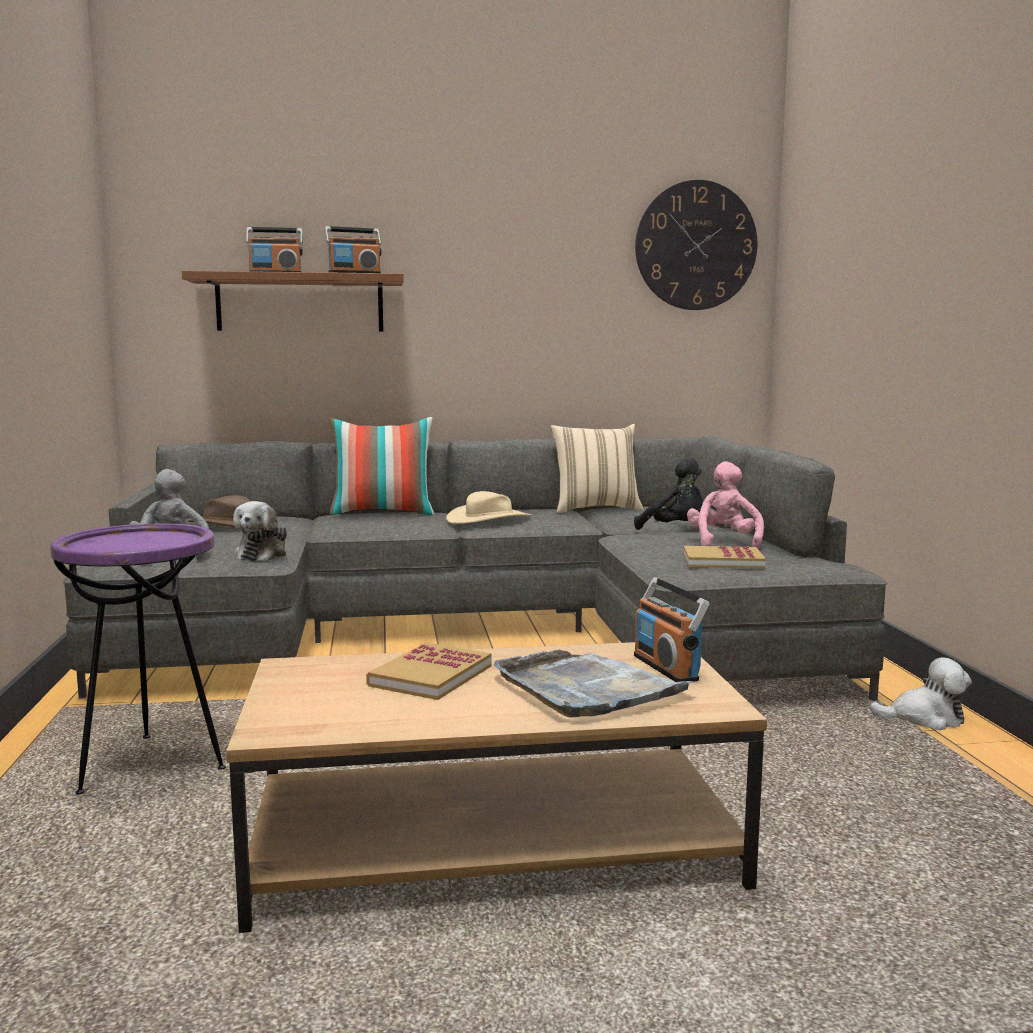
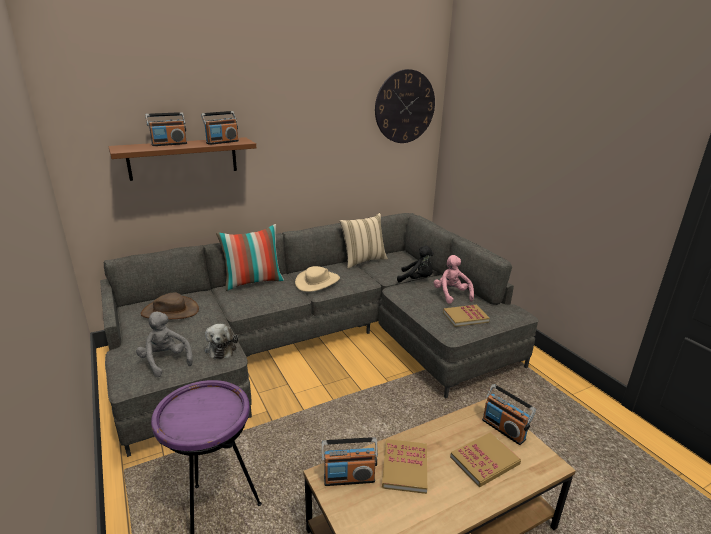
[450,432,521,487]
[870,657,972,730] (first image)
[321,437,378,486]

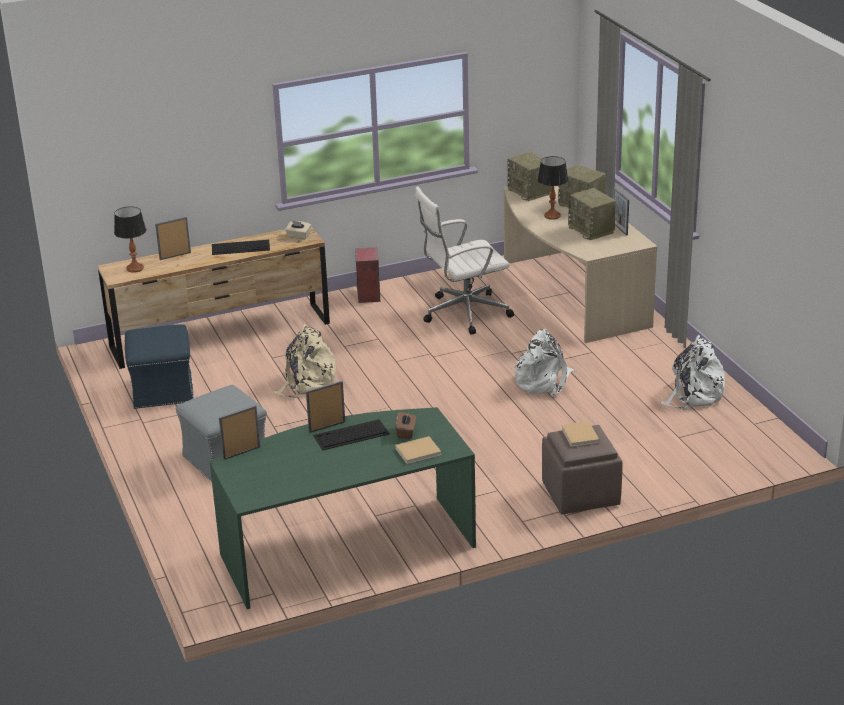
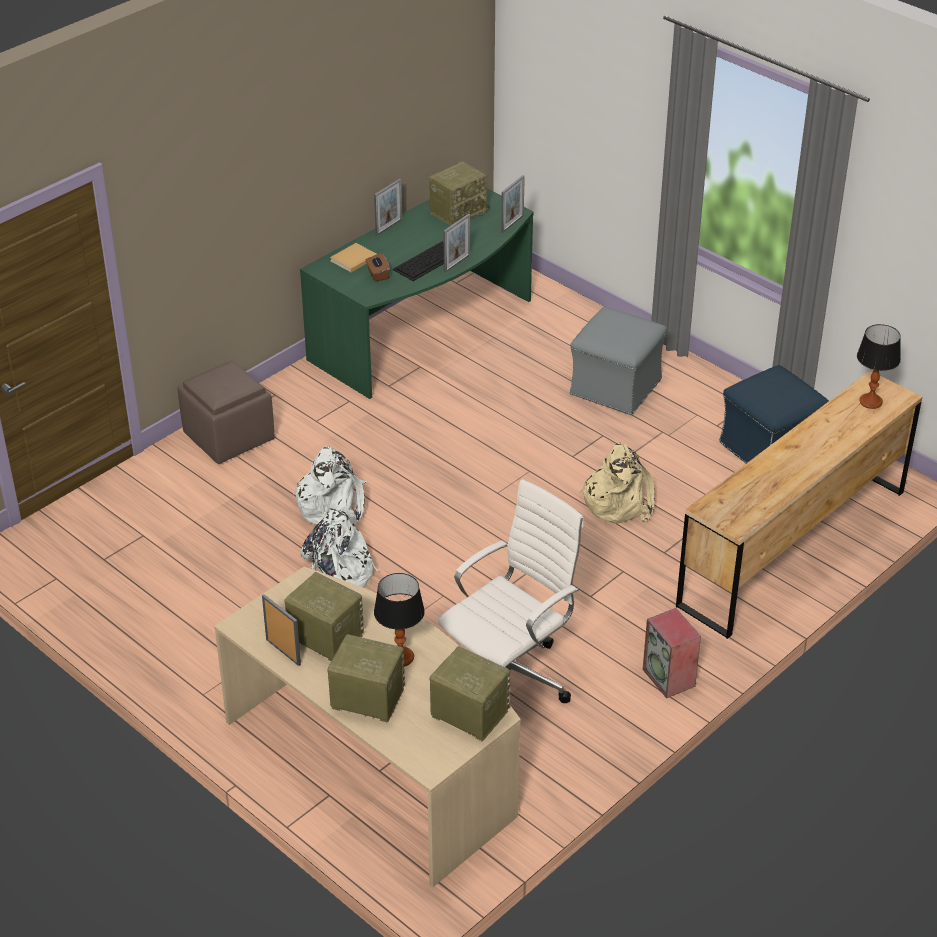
[374,179,402,236]
[285,221,311,240] (first image)
[212,240,270,255] (first image)
[293,446,367,526]
[561,421,599,447] (first image)
[429,161,490,226]

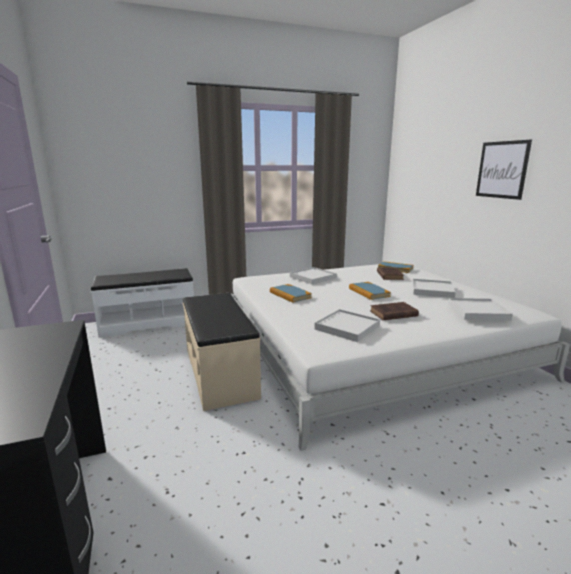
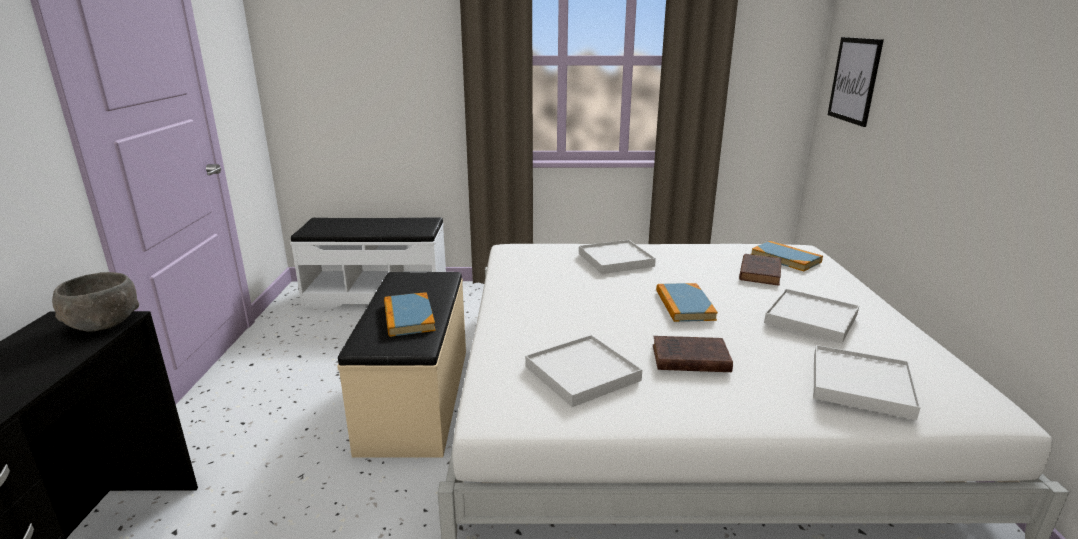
[828,37,884,127]
[384,292,436,337]
[52,272,139,332]

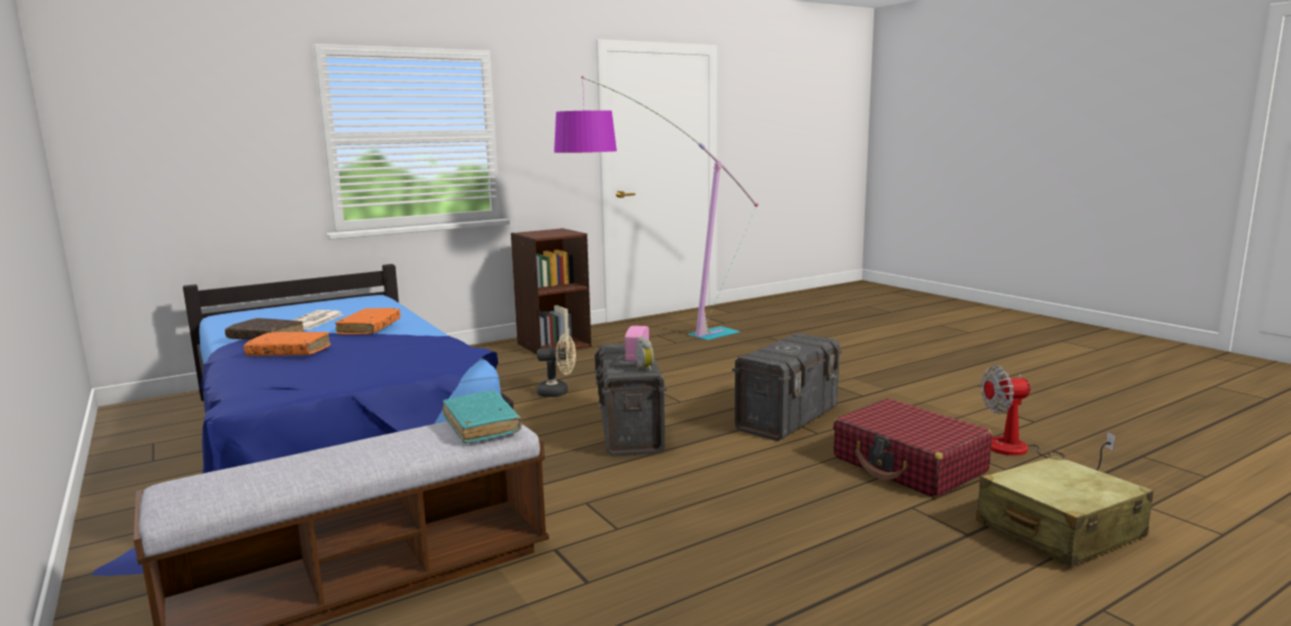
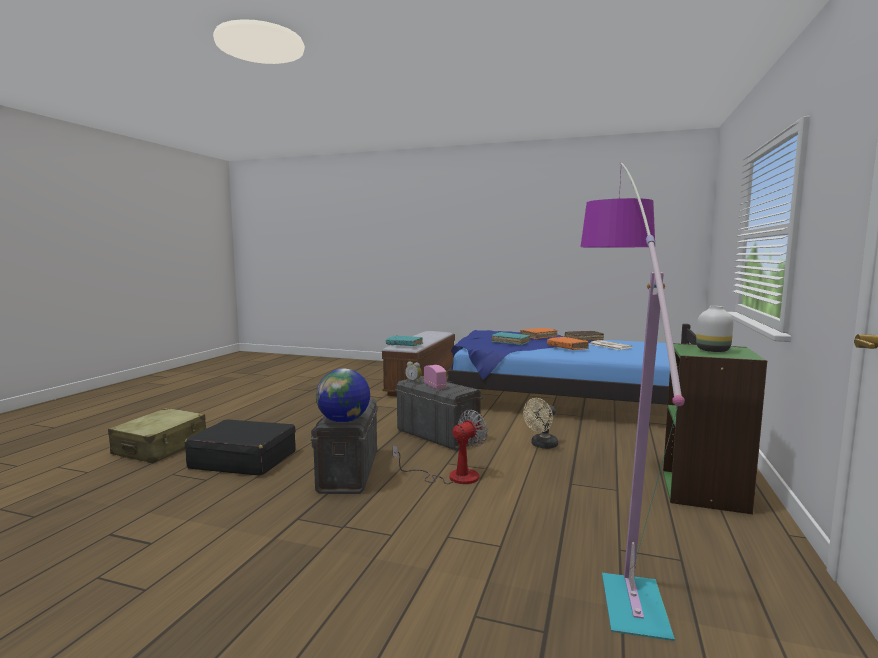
[663,343,767,514]
[392,410,488,484]
[185,419,296,476]
[696,306,733,352]
[491,332,531,345]
[316,368,370,423]

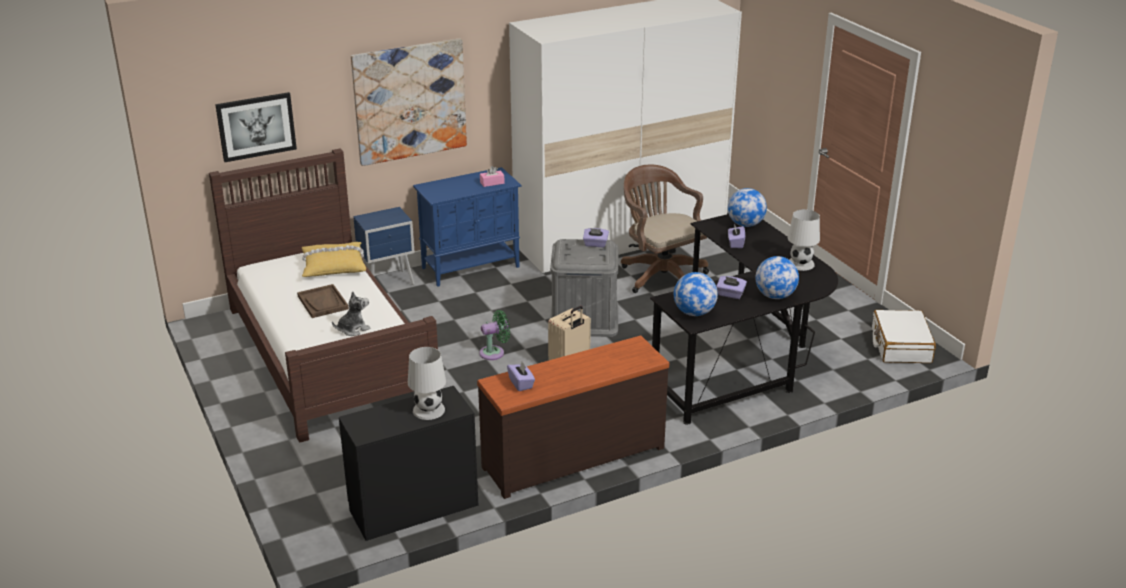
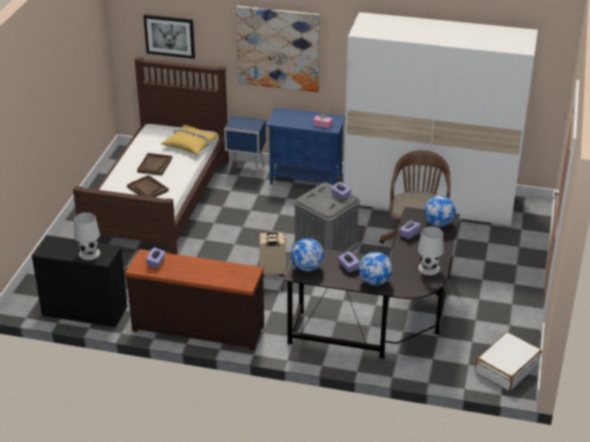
[127,175,169,197]
[479,310,510,360] (first image)

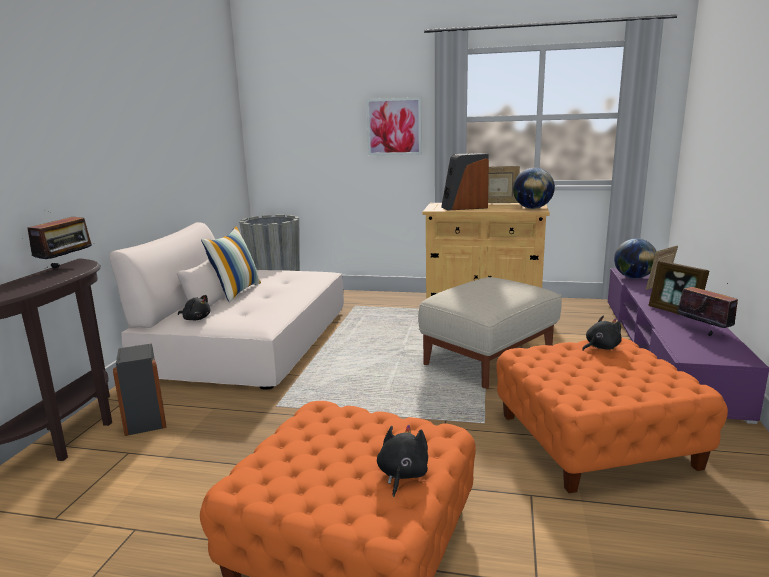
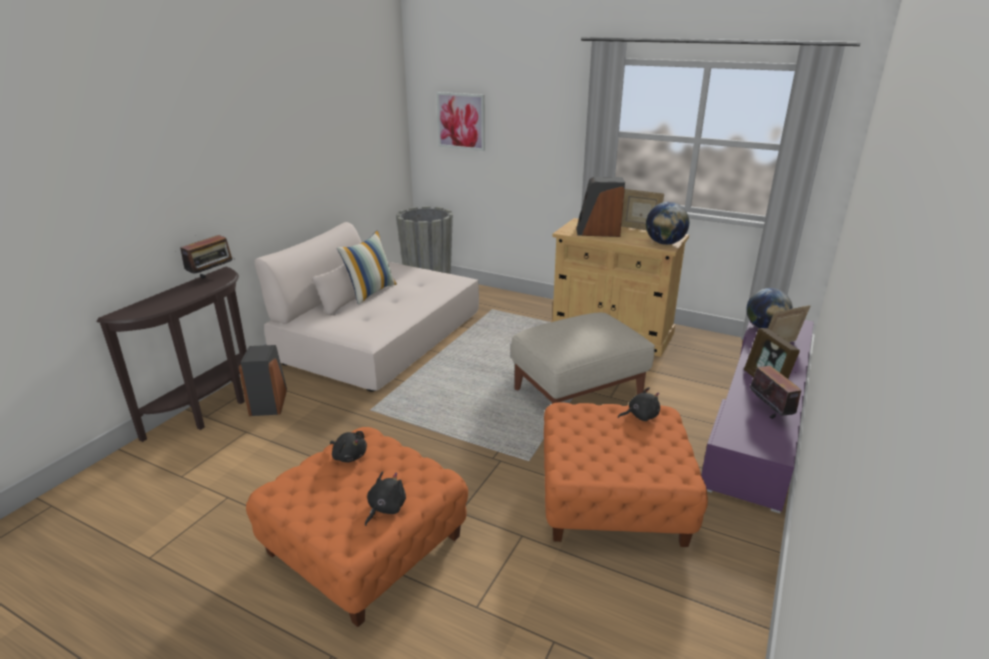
[436,92,485,151]
[330,431,367,462]

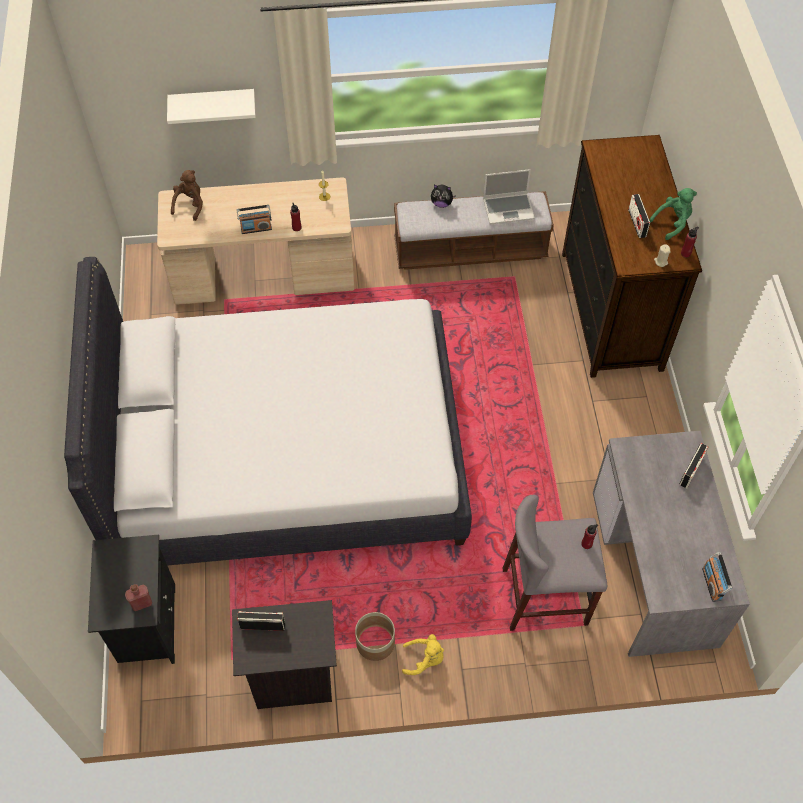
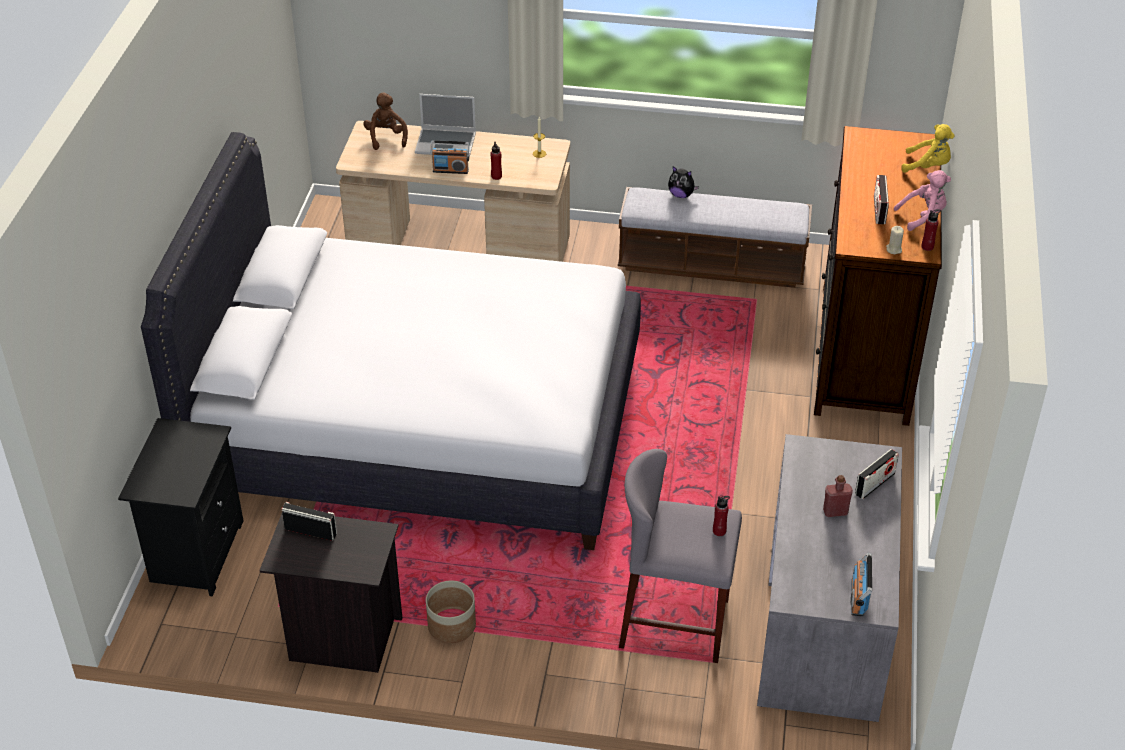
[167,89,256,124] (first image)
[415,94,476,157]
[363,93,408,150]
[894,170,951,231]
[823,475,853,517]
[901,124,955,173]

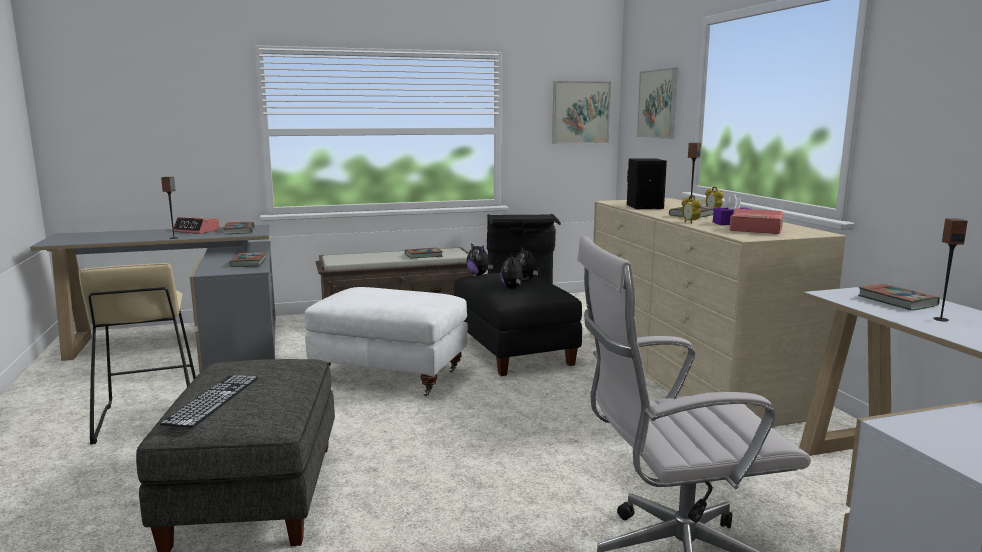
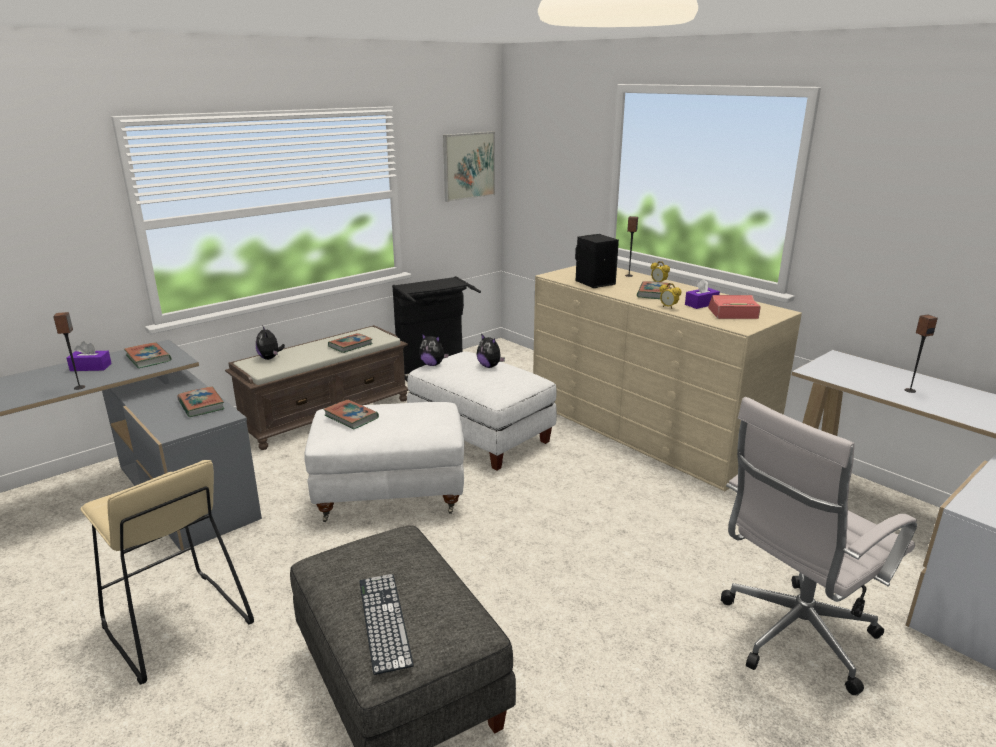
[637,68,678,139] (first image)
[67,341,112,371]
[256,325,285,360]
[407,352,557,471]
[323,399,379,430]

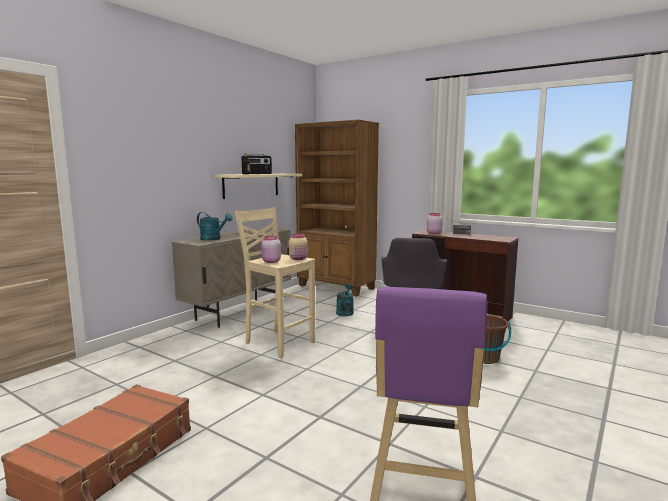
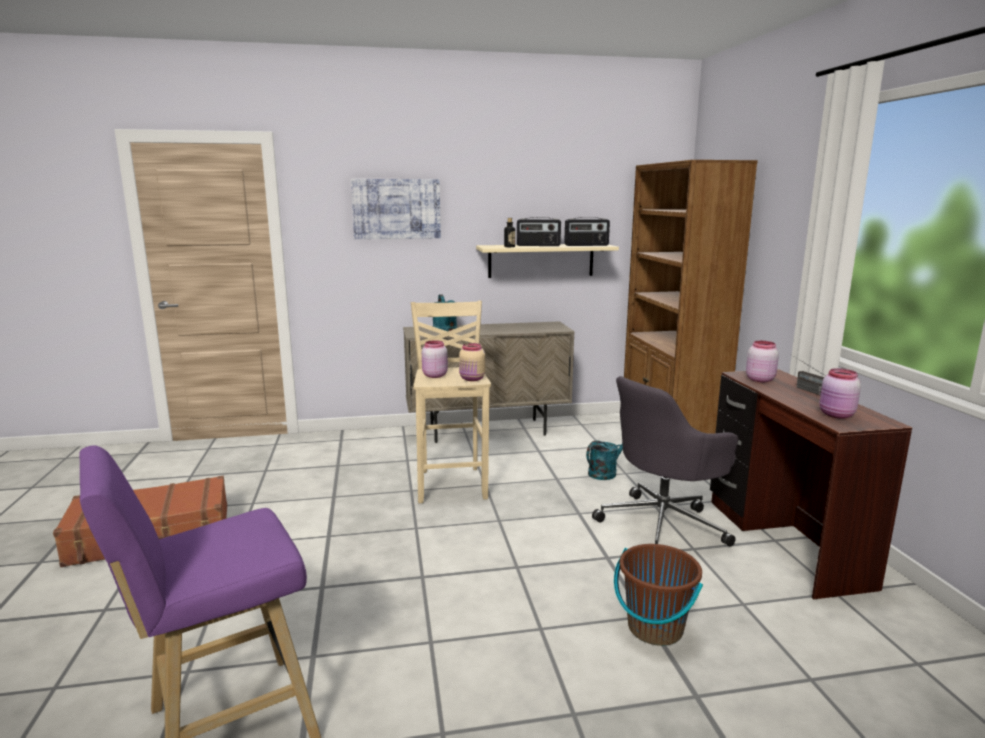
[351,179,441,239]
[564,217,610,246]
[819,368,861,419]

